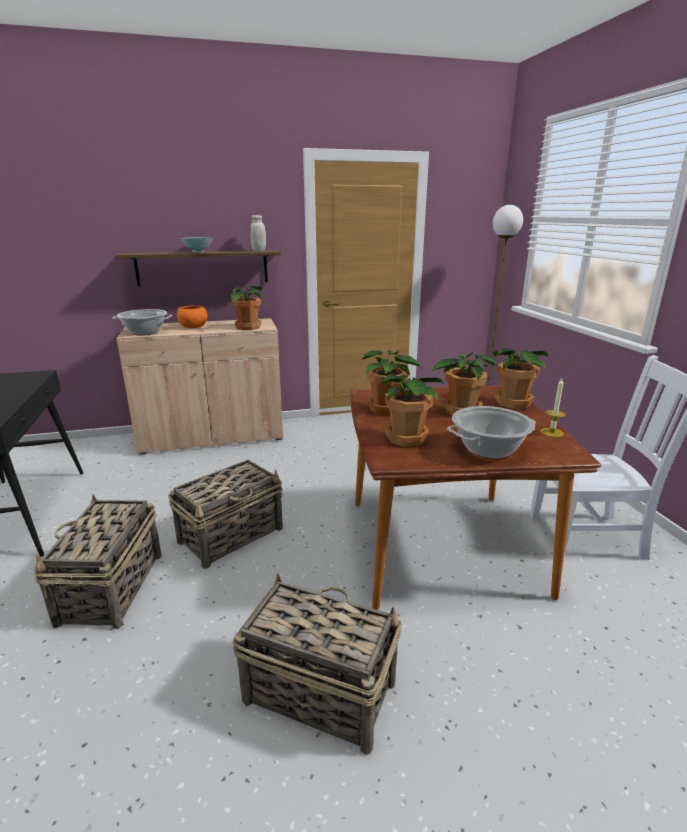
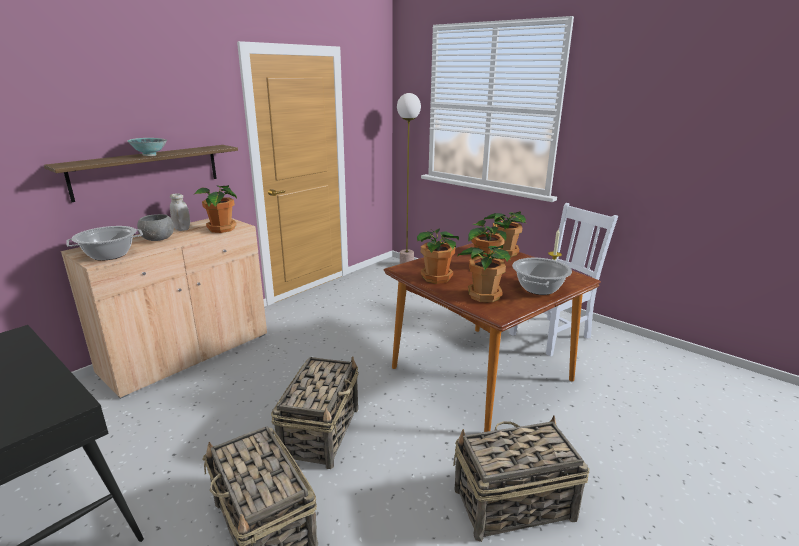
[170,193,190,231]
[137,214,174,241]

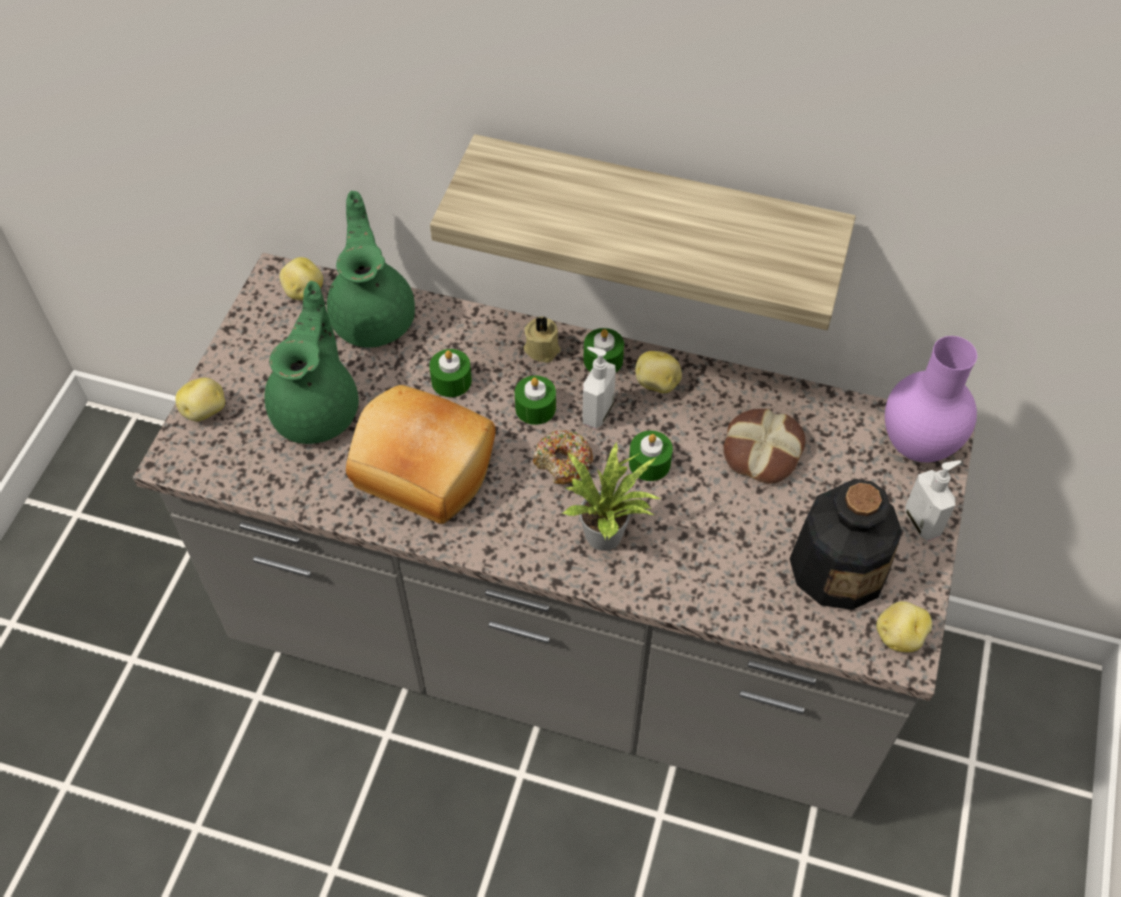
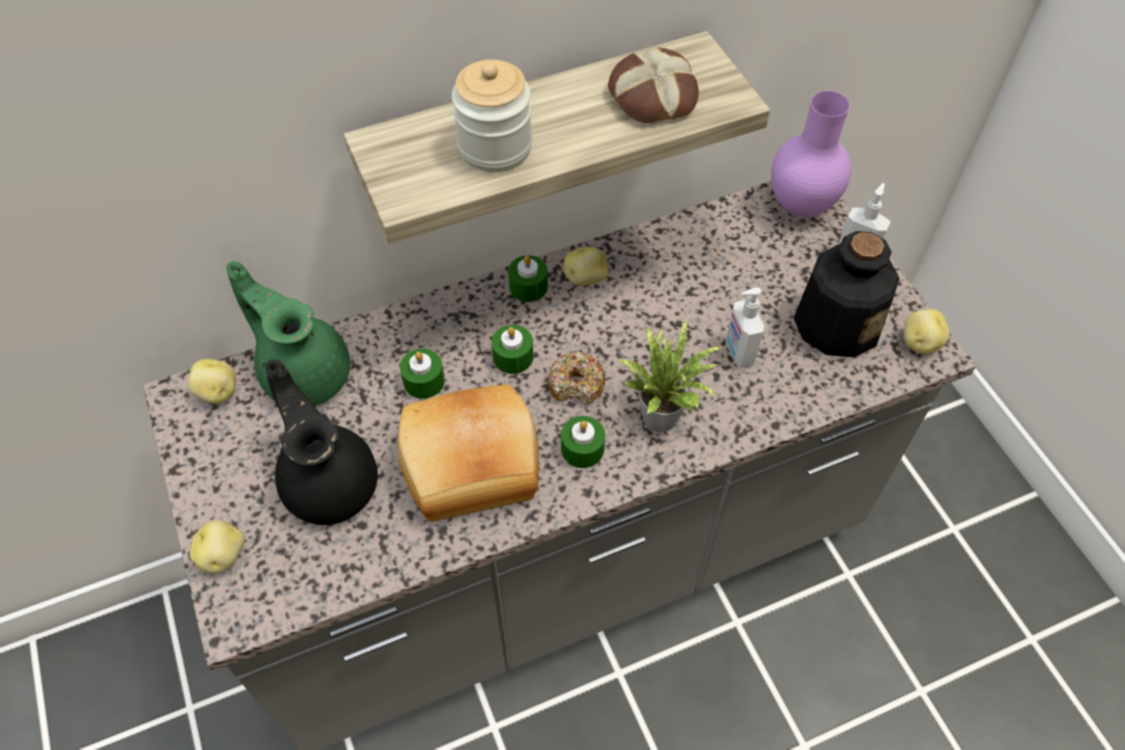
[266,359,378,525]
[524,315,560,363] (first image)
[726,287,764,368]
[608,47,699,123]
[561,416,605,468]
[452,60,532,172]

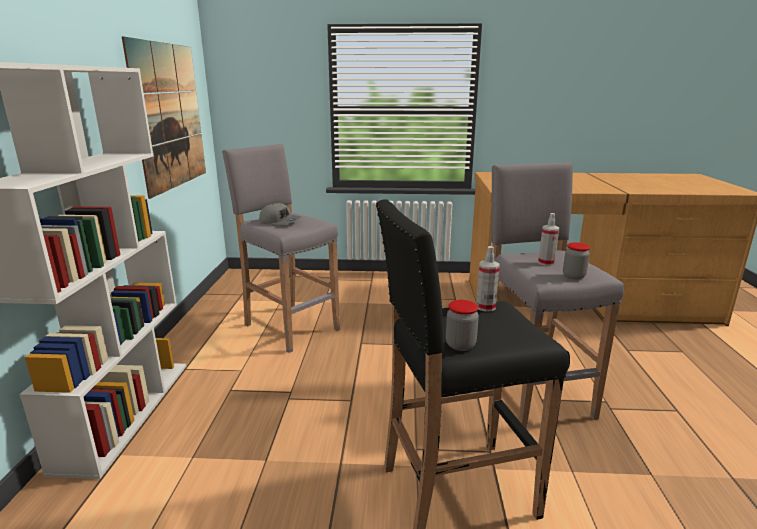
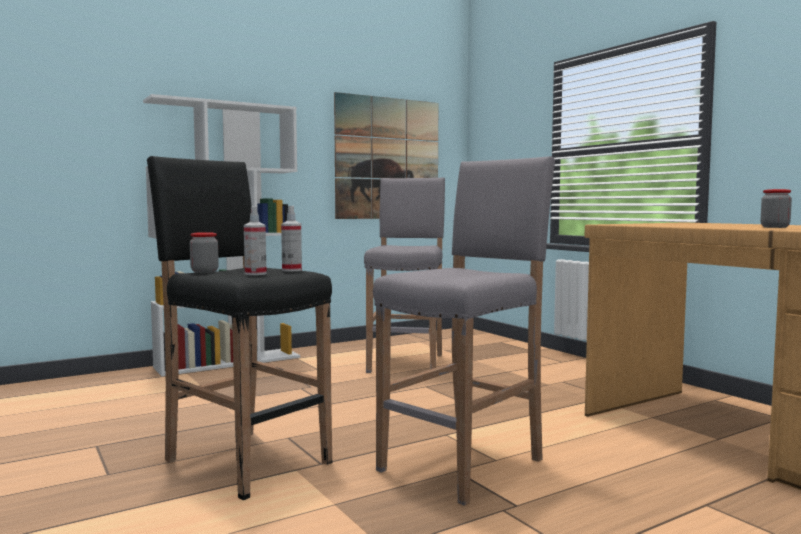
[259,203,301,225] (first image)
[244,206,267,275]
[760,189,792,228]

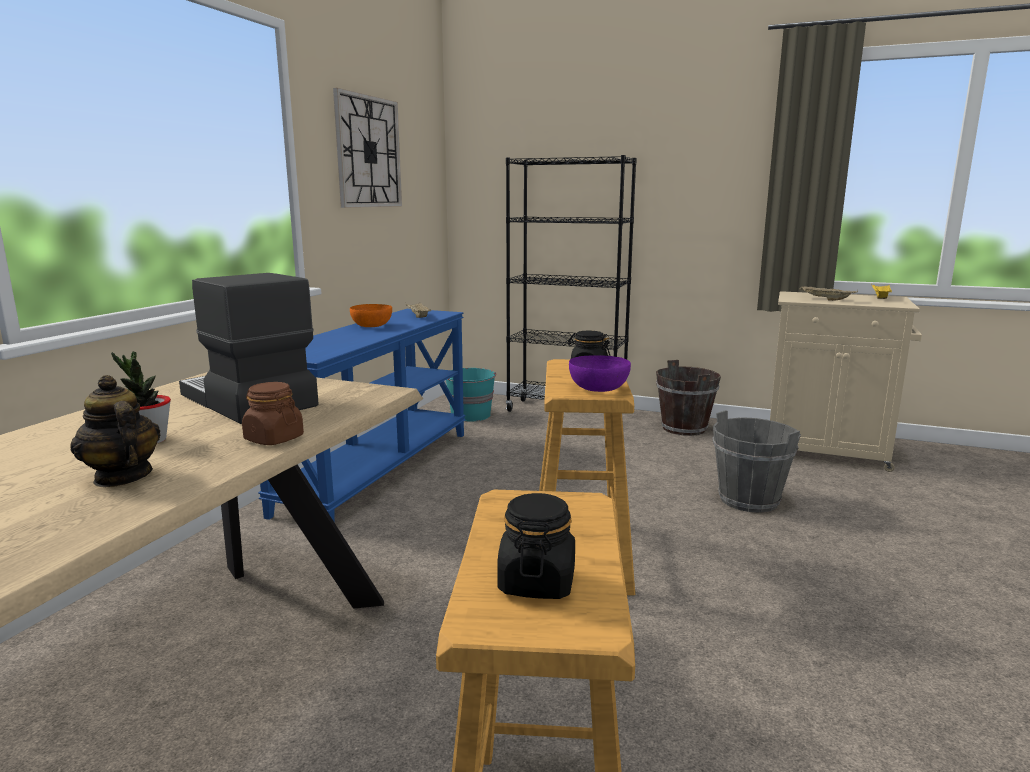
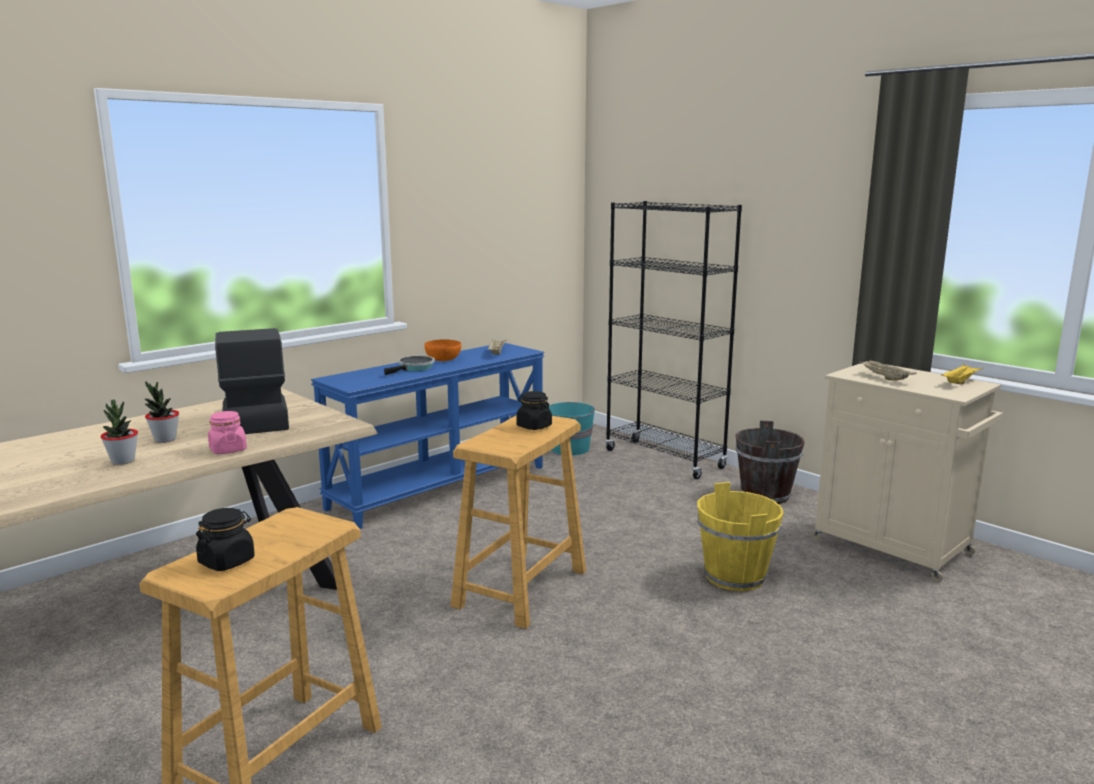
[333,88,402,208] (first image)
[569,355,631,392] (first image)
[101,399,138,465]
[208,411,247,454]
[697,482,784,591]
[384,356,435,375]

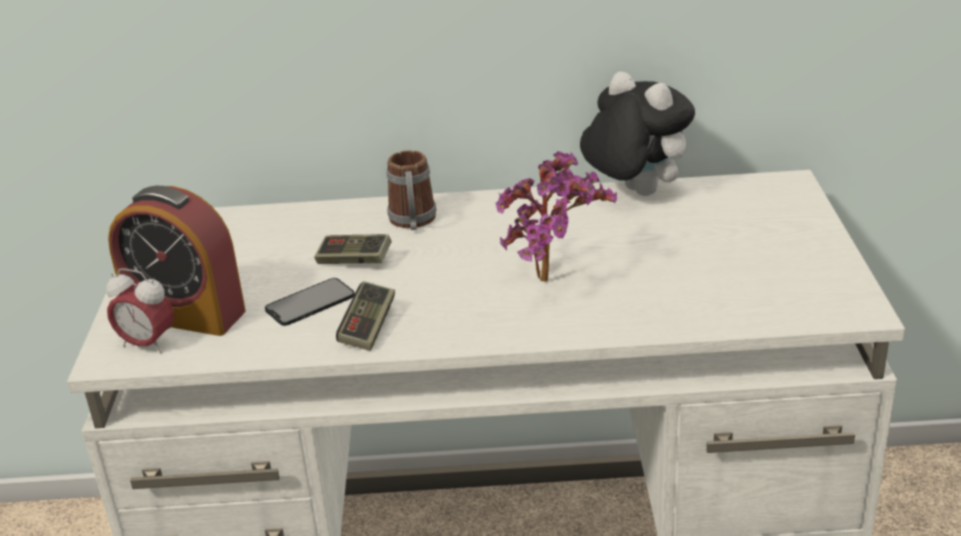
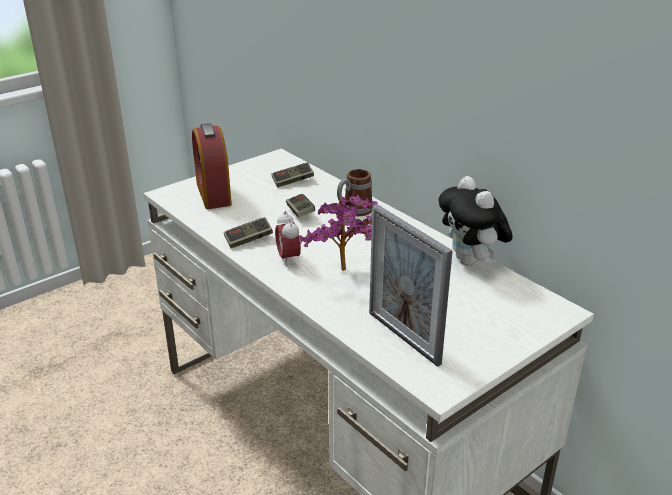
[438,176,513,266]
[275,211,301,266]
[265,278,355,326] (first image)
[272,162,314,187]
[369,204,453,367]

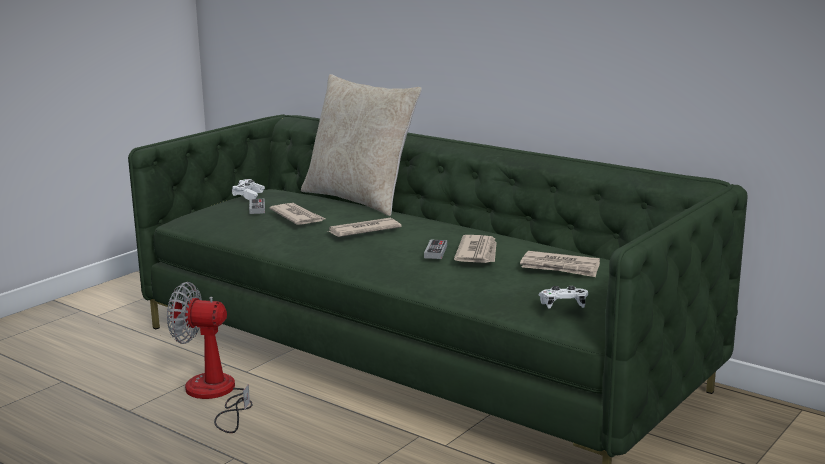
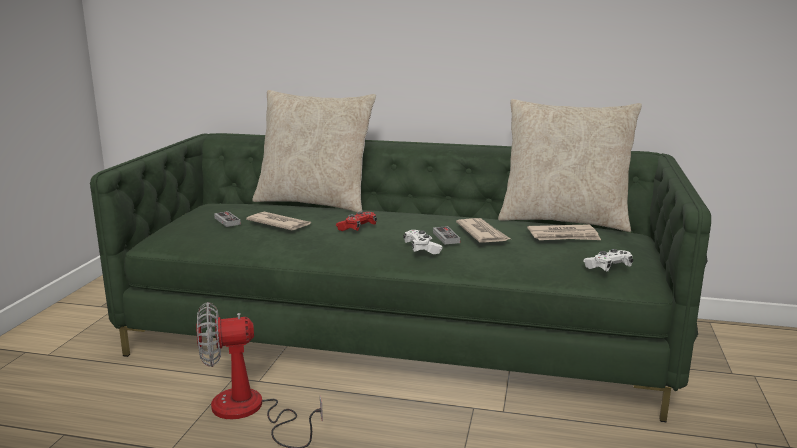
[403,230,442,254]
[336,211,377,231]
[498,99,642,232]

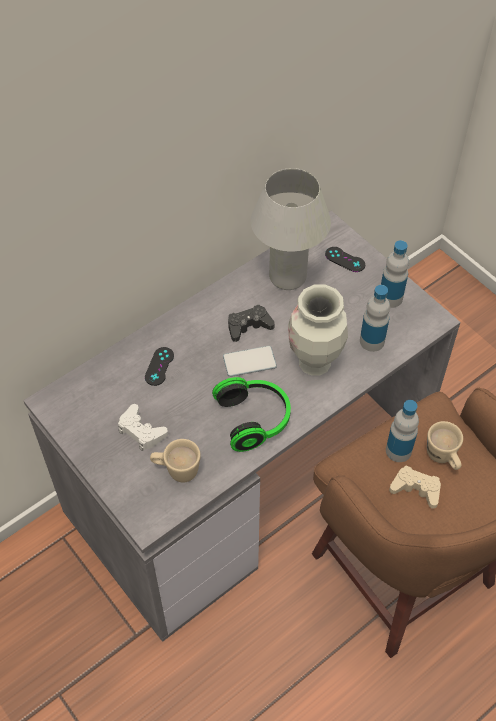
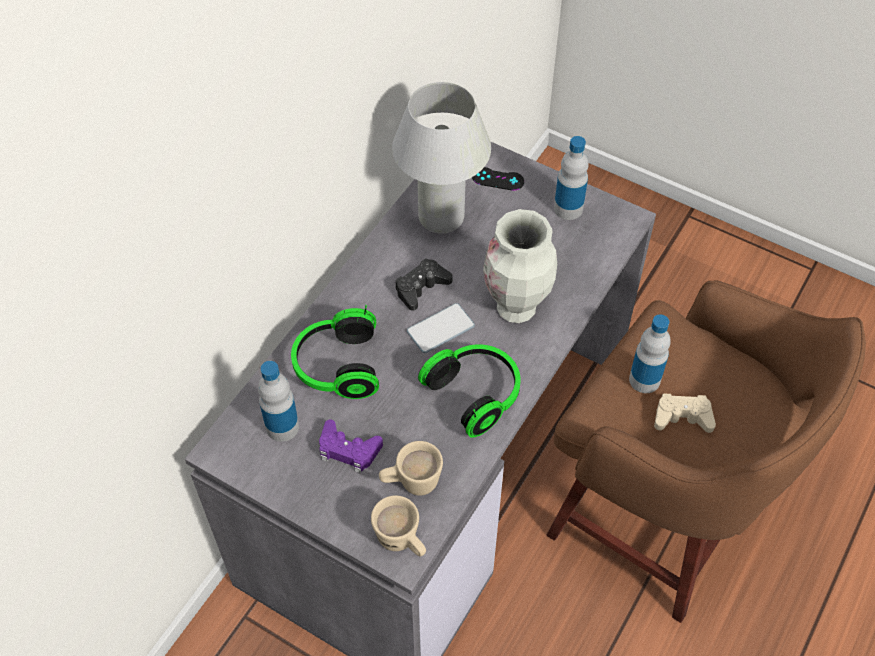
[258,361,299,442]
[291,305,379,399]
[319,420,383,473]
[371,496,426,557]

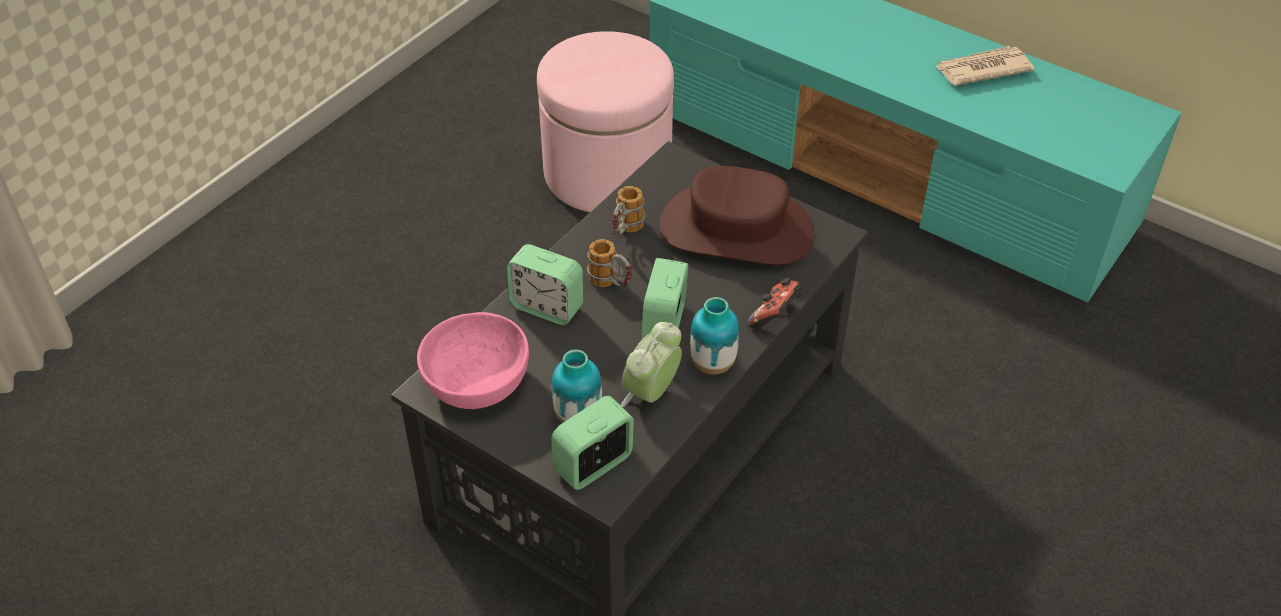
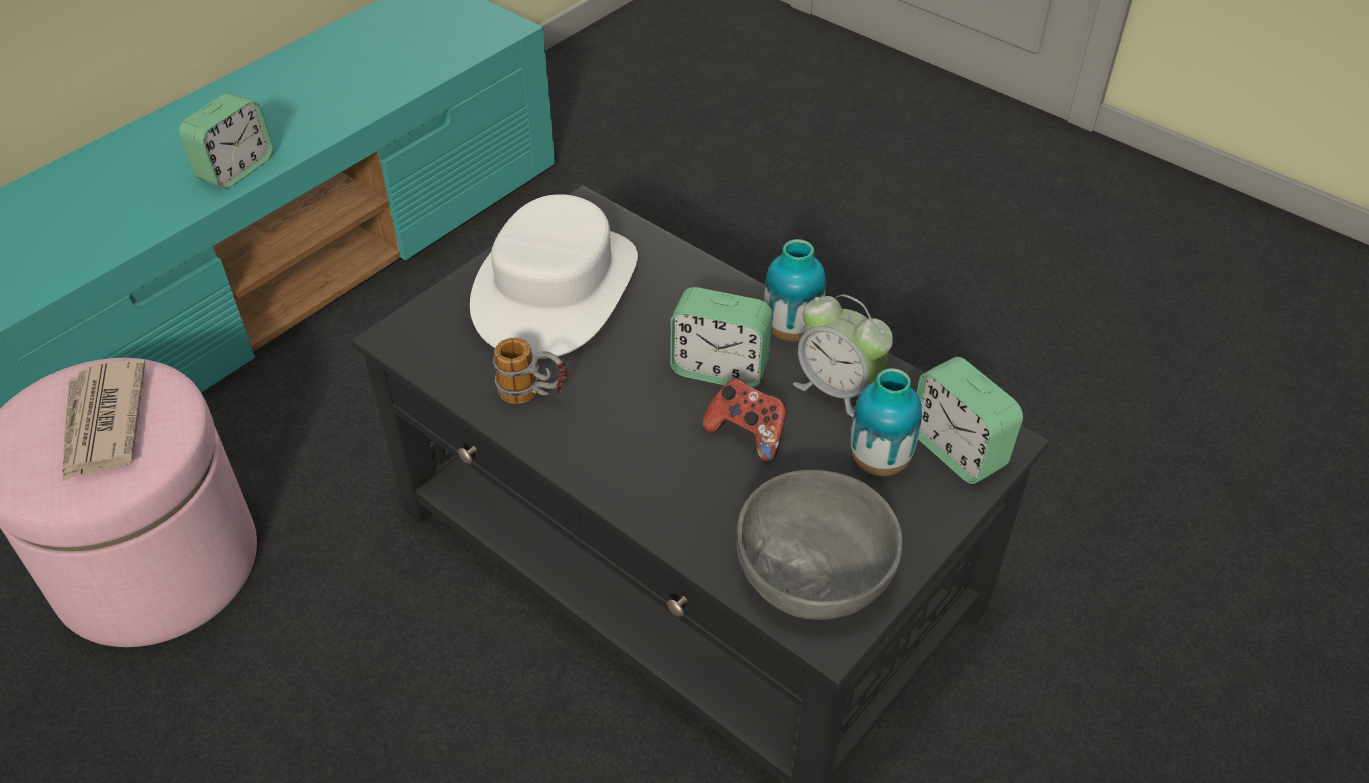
[62,359,146,482]
[470,194,638,359]
[587,239,632,289] (first image)
[179,93,273,189]
[703,378,787,462]
[737,470,903,620]

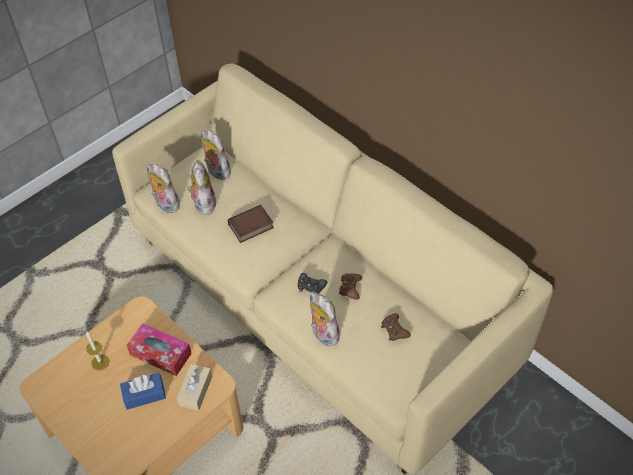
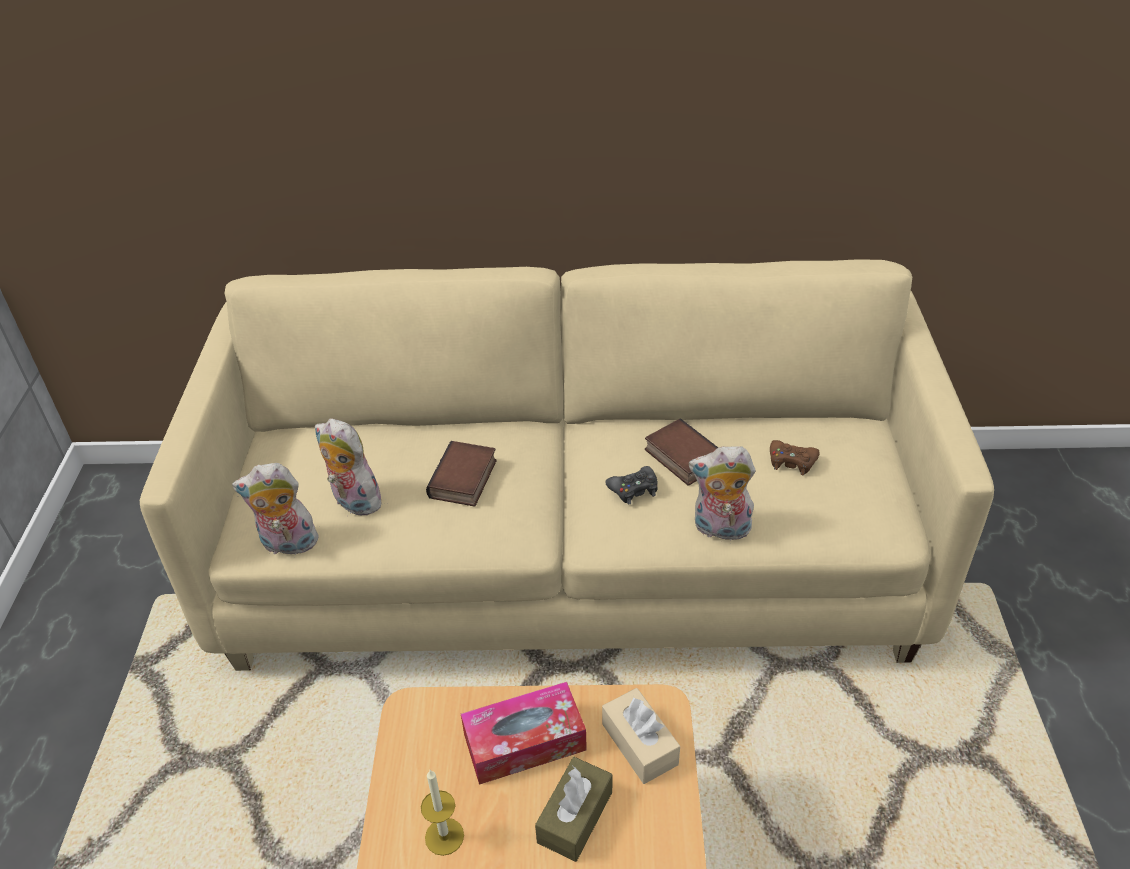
[201,130,231,180] (first image)
[645,418,718,486]
[535,757,612,862]

